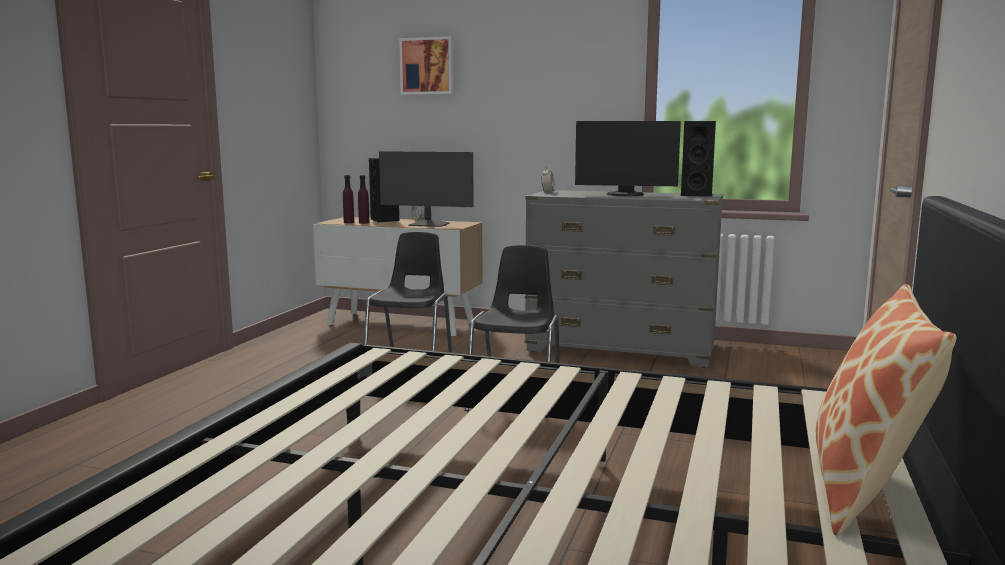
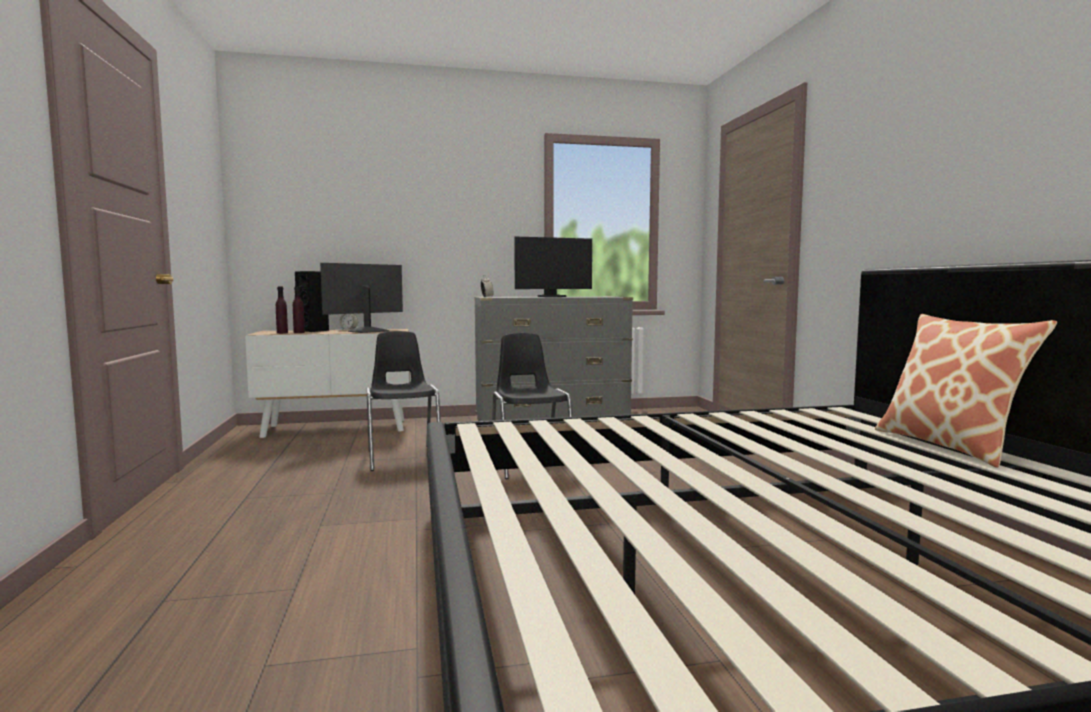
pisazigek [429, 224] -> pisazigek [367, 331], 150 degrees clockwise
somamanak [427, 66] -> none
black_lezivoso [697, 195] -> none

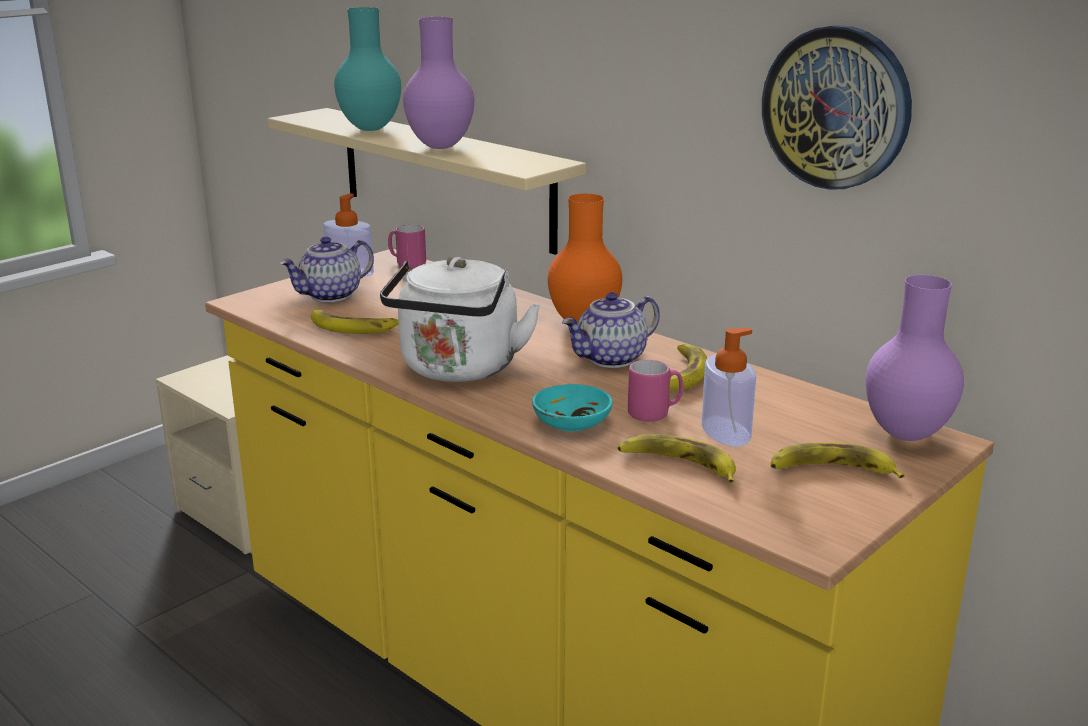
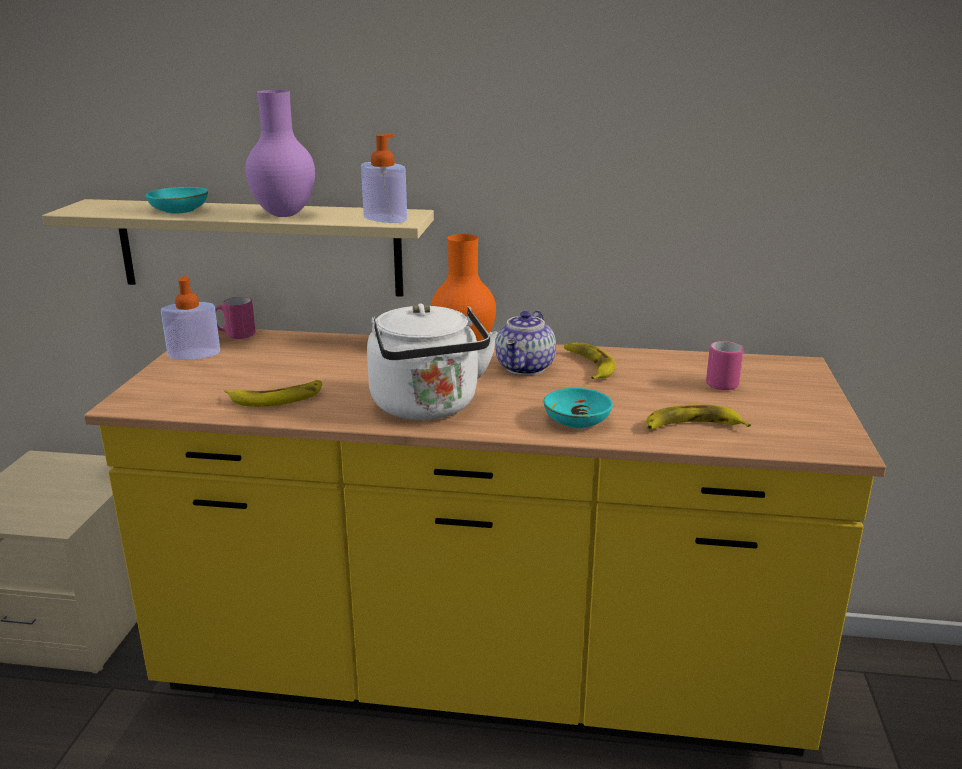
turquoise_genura [369, 129] -> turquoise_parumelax [179, 210]
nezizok [725, 431] -> nezizok [385, 218], move
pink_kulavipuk [655, 413] -> pink_kulavipuk [725, 383], move
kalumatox [331, 296] -> none
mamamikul [836, 108] -> none
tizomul [831, 470] -> none
purple_genura [905, 434] -> none

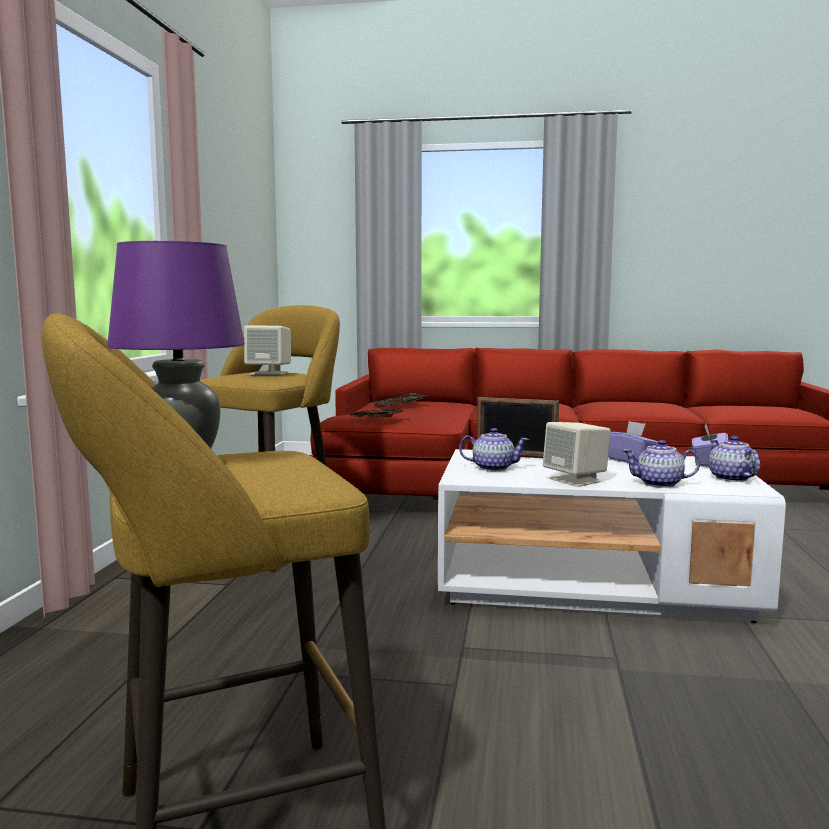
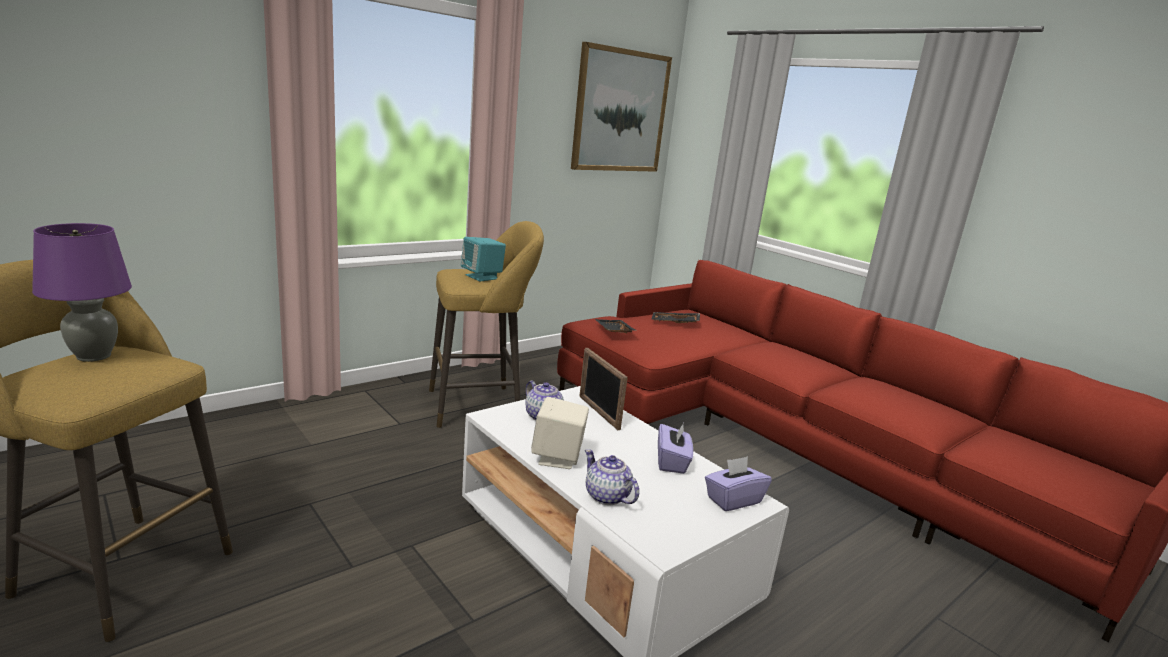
beige_lezivoso [269, 373] -> turquoise_lezivoso [482, 277]
none -> somamanak [620, 111]
kalumatox [731, 478] -> none

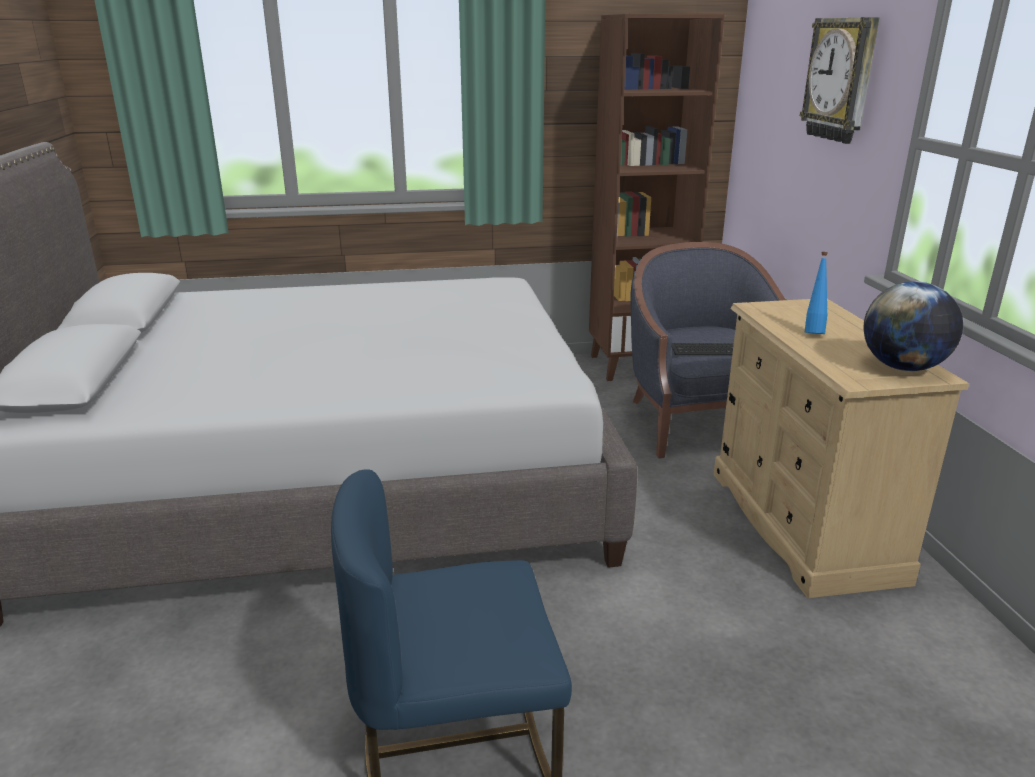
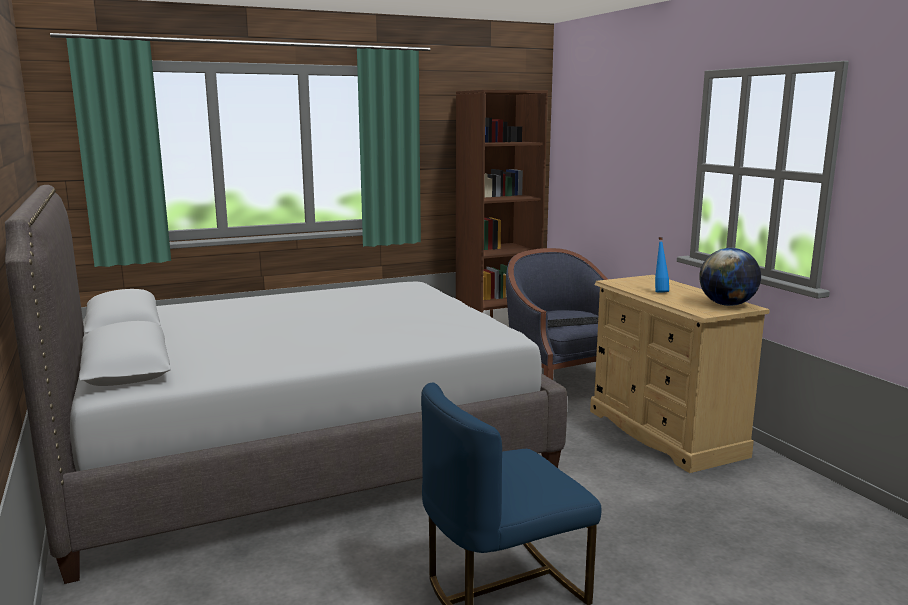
mamamikul [841, 80] -> none

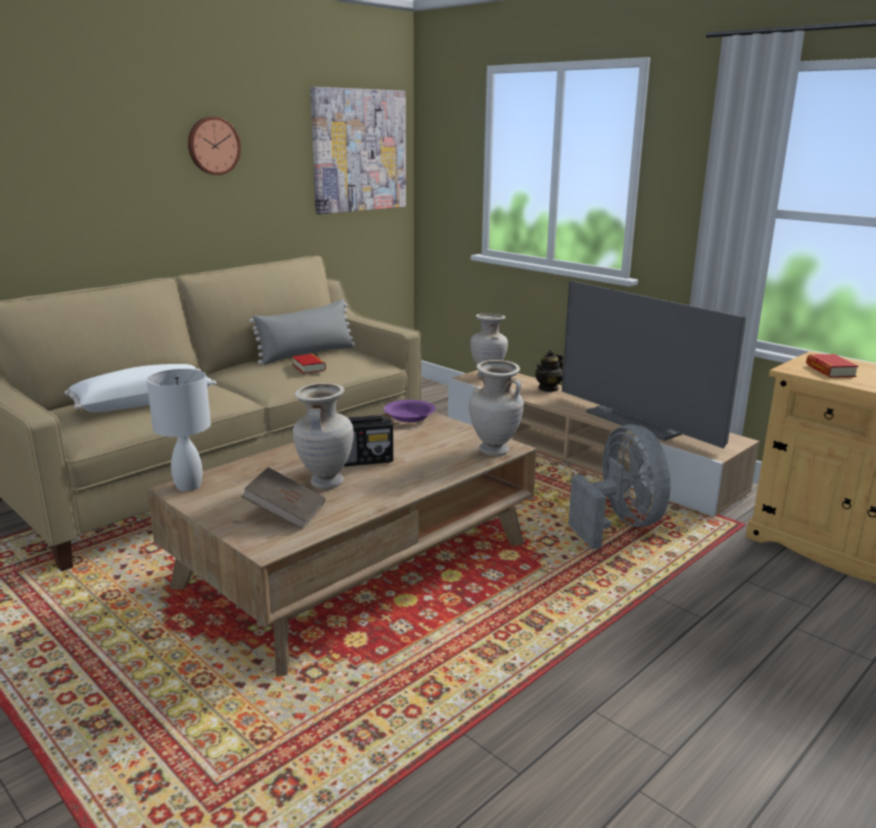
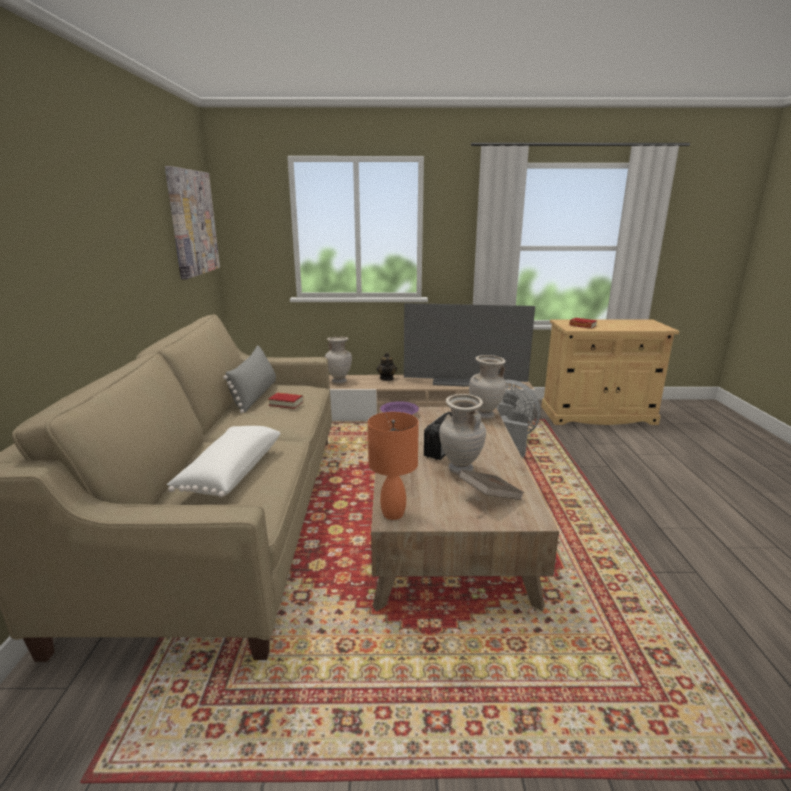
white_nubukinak [189, 486] -> orange_nubukinak [393, 513]
mamamikul [213, 146] -> none

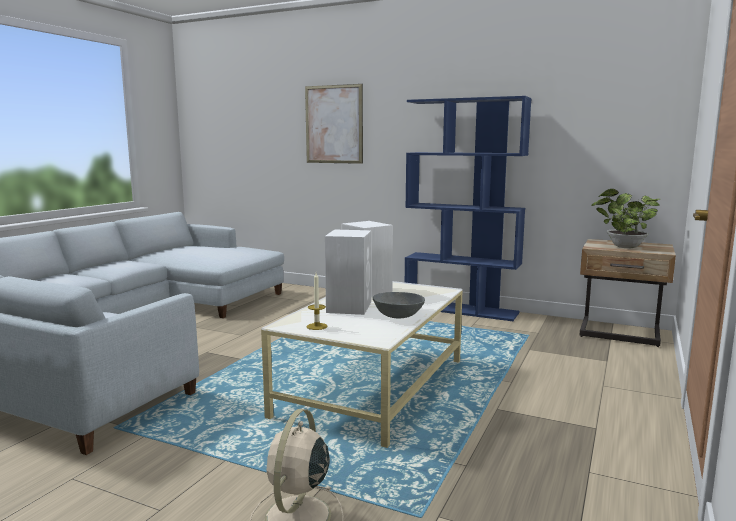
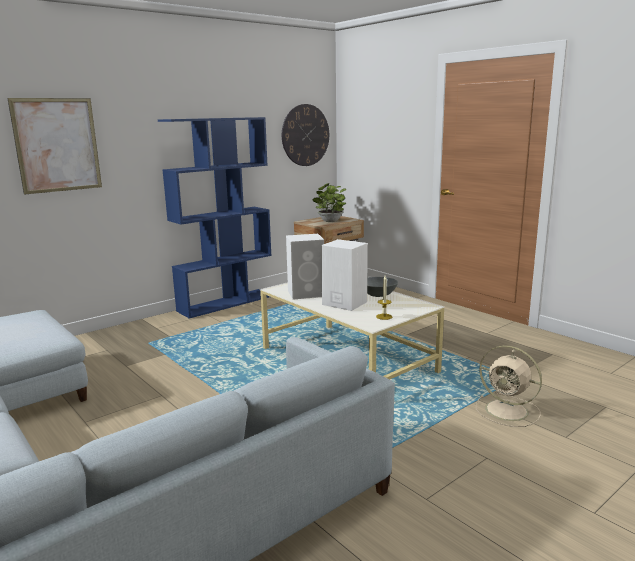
none -> mamamikul [305, 135]

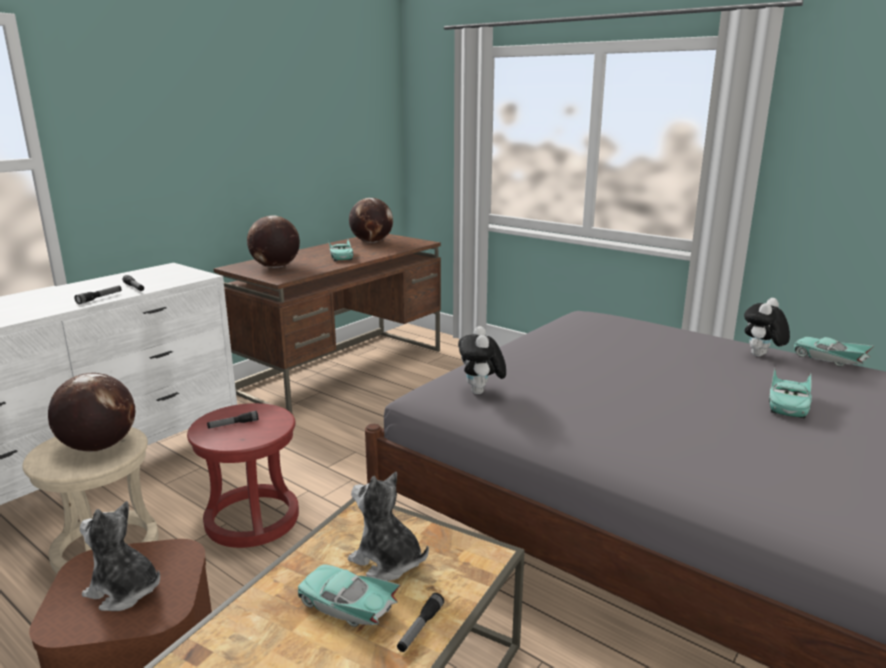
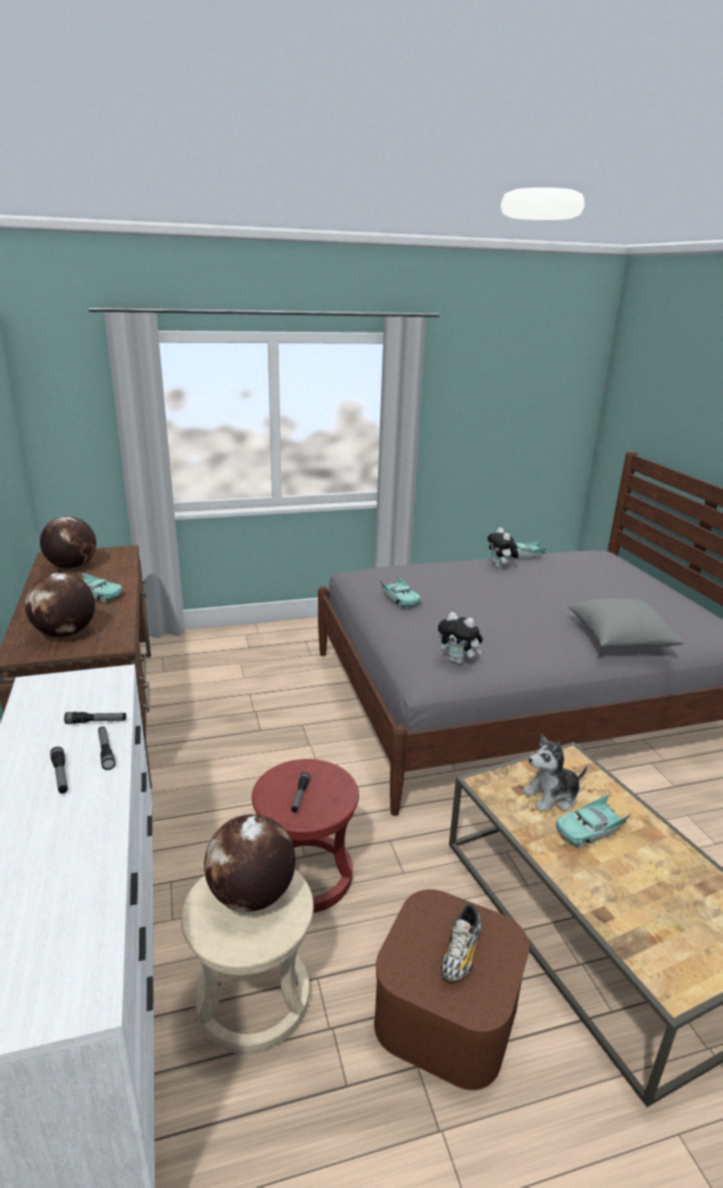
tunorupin [420, 628] -> tunorupin [60, 775], move
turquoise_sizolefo [788, 404] -> turquoise_sizolefo [400, 599], move
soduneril [124, 591] -> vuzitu [461, 953]
none -> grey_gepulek [619, 640]

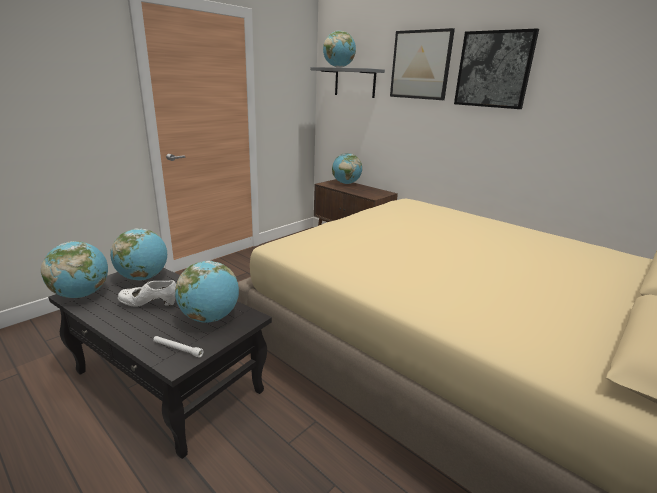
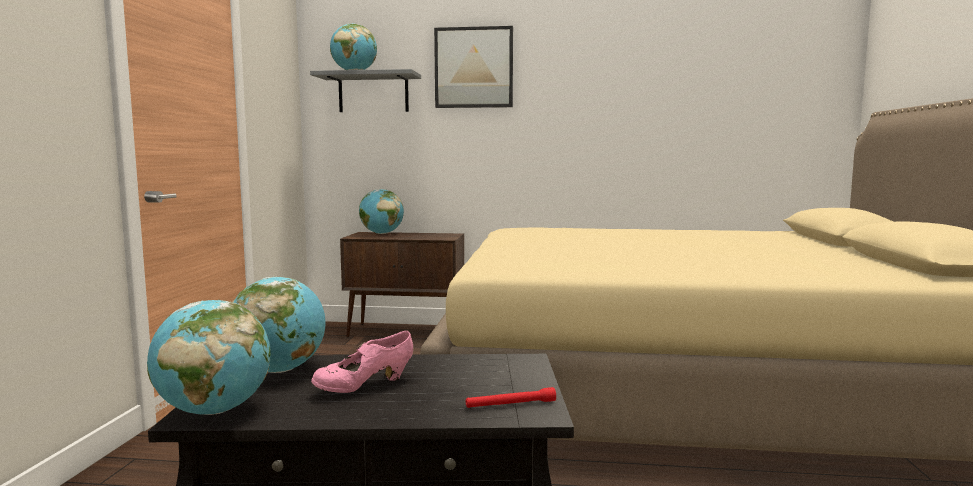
white_vuzitu [150, 304] -> pink_vuzitu [364, 387]
white_tunorupin [177, 349] -> red_tunorupin [510, 405]
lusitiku [210, 318] -> none
somamanak [494, 69] -> none

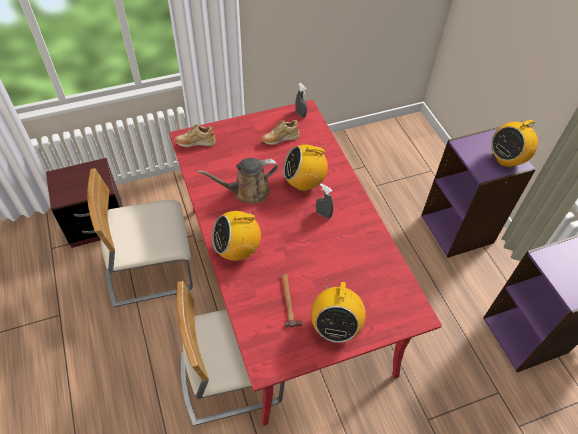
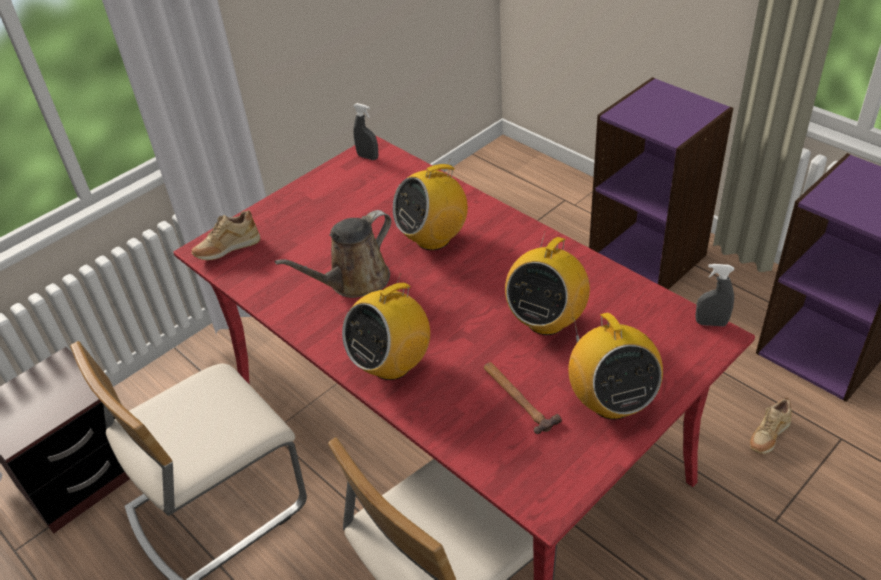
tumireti [506, 159] -> tumireti [546, 320], move
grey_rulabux [323, 214] -> grey_rulabux [711, 323], move
beige_vuzitu [280, 139] -> beige_vuzitu [767, 437], move

